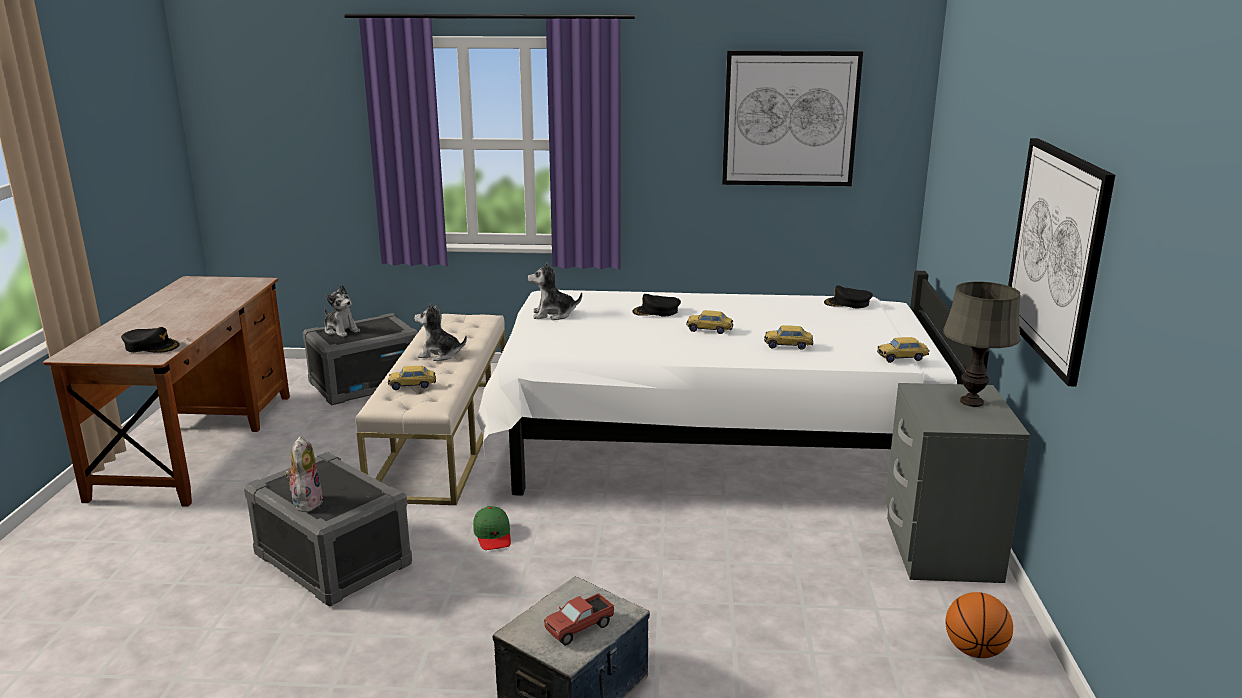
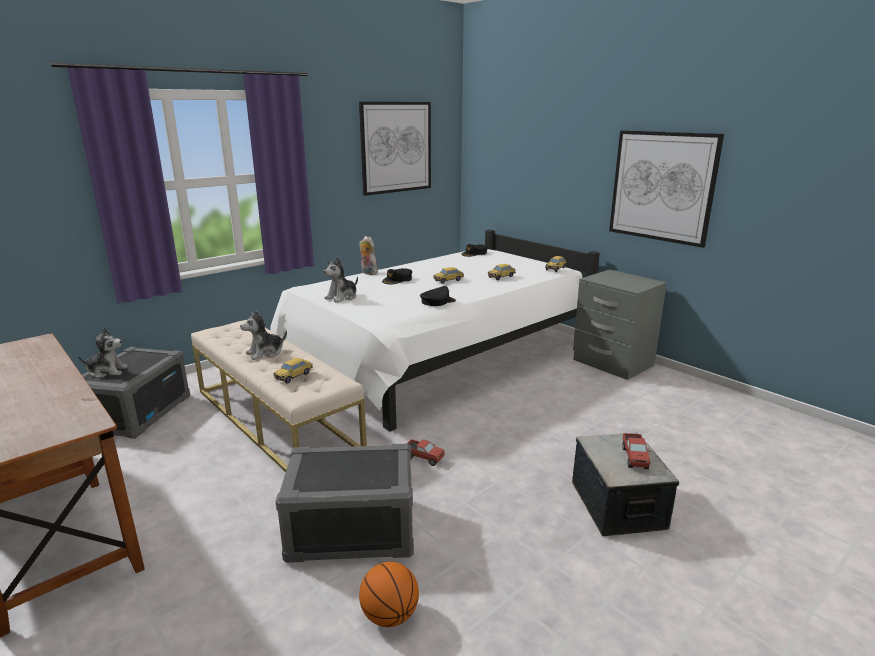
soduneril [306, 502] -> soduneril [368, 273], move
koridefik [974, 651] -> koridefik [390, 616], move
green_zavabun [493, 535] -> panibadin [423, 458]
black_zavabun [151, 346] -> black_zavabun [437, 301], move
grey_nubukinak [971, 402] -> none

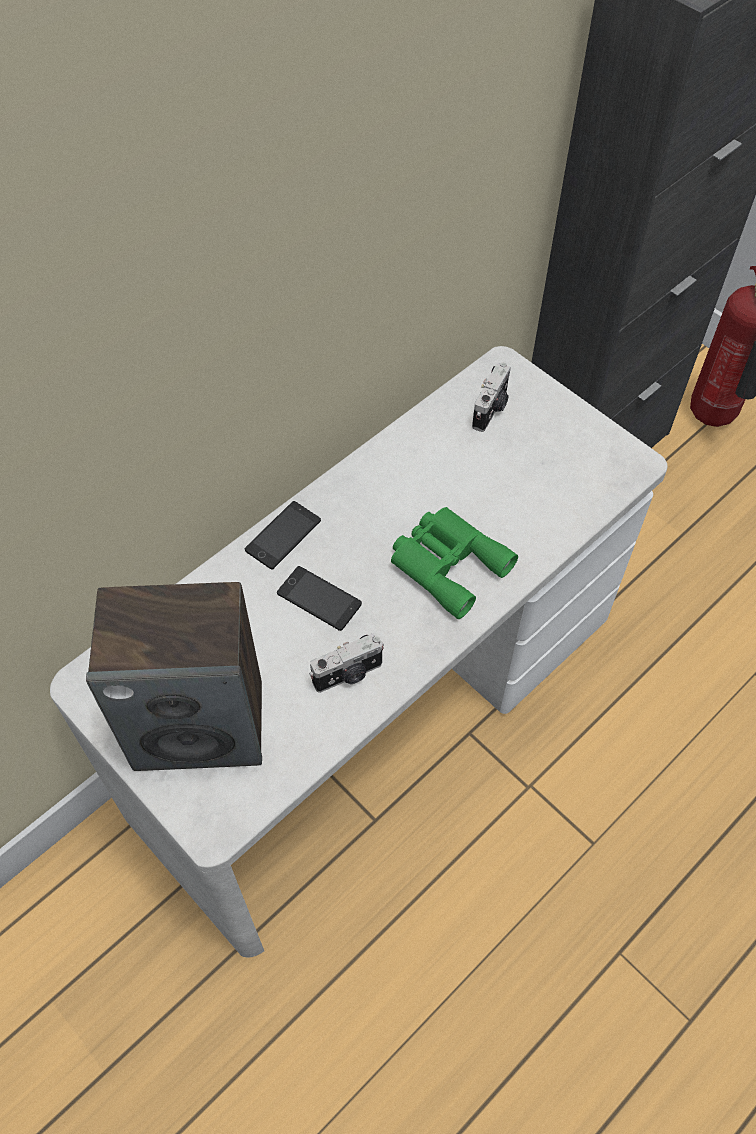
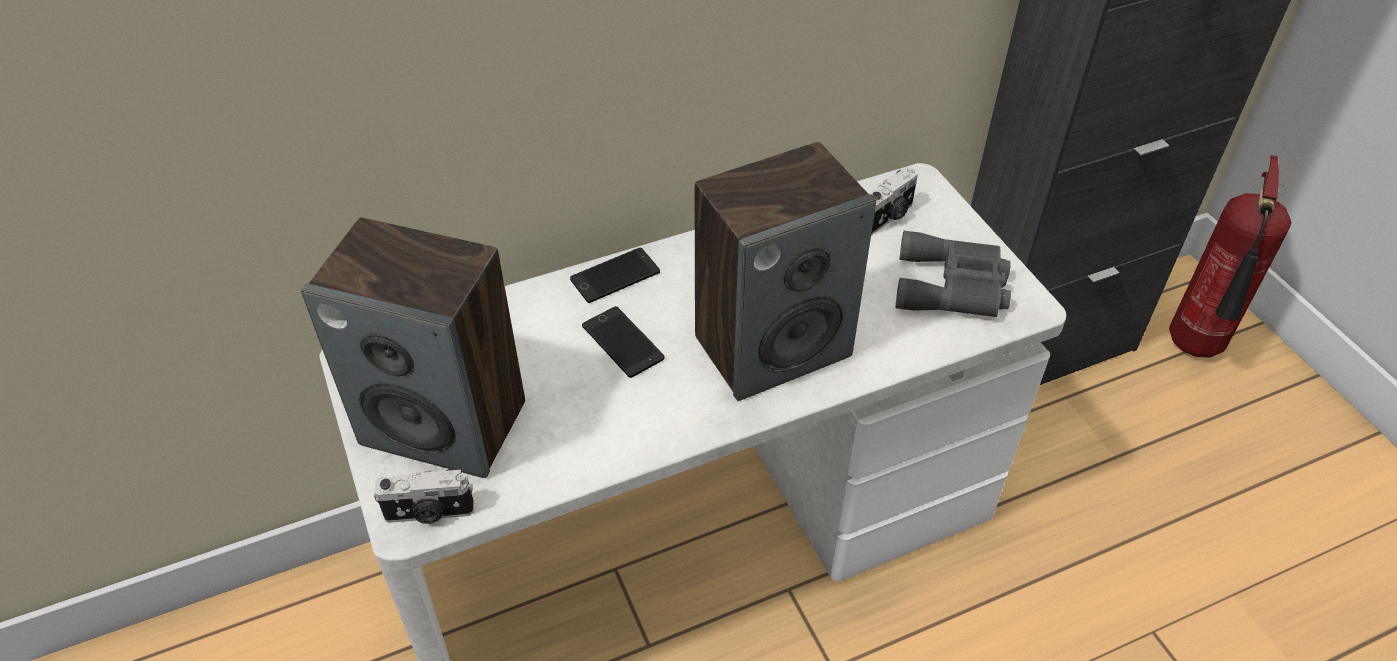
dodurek [348, 675] -> dodurek [429, 513], move
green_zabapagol [447, 563] -> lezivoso [773, 346]
none -> grey_zabapagol [954, 286]

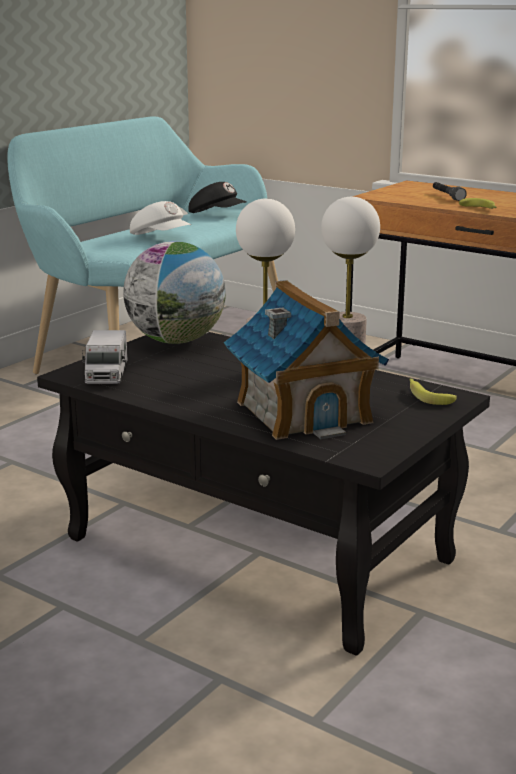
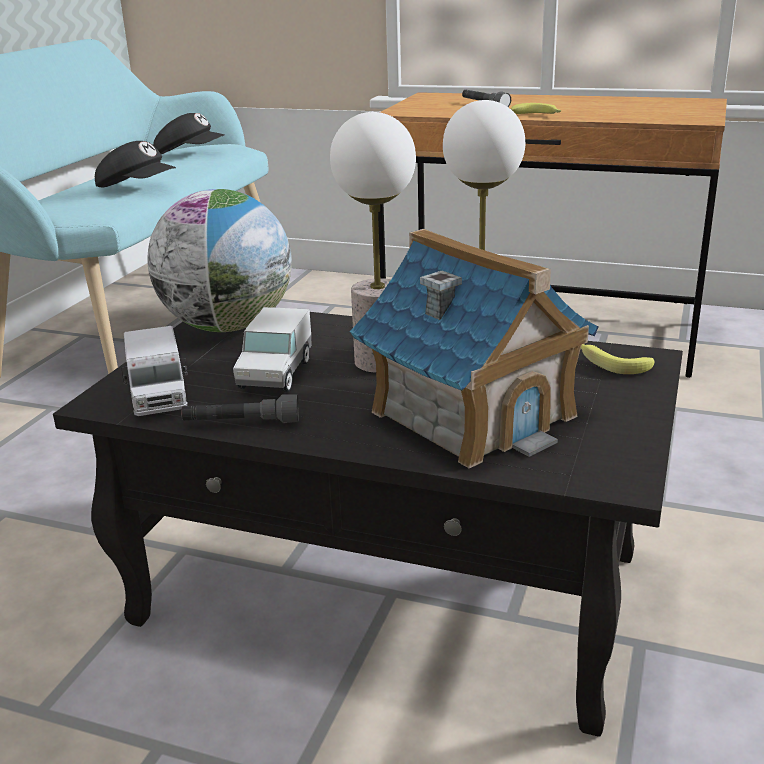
white_zavabun [161, 238] -> black_zavabun [137, 188]
none -> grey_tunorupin [241, 423]
none -> panibadin [276, 374]

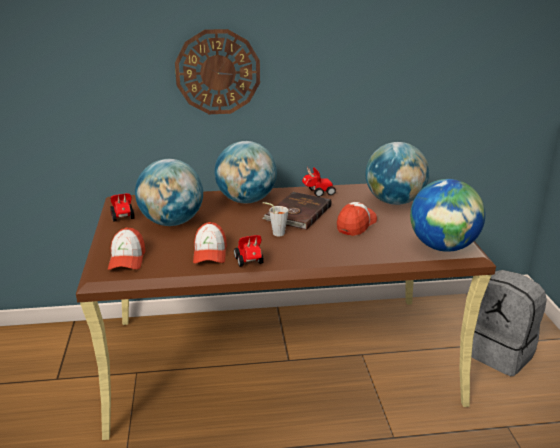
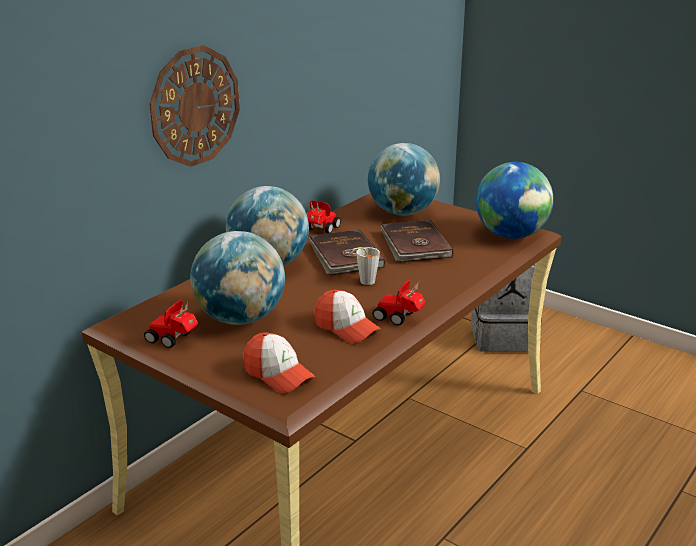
zavabun [356, 225] -> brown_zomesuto [414, 245]

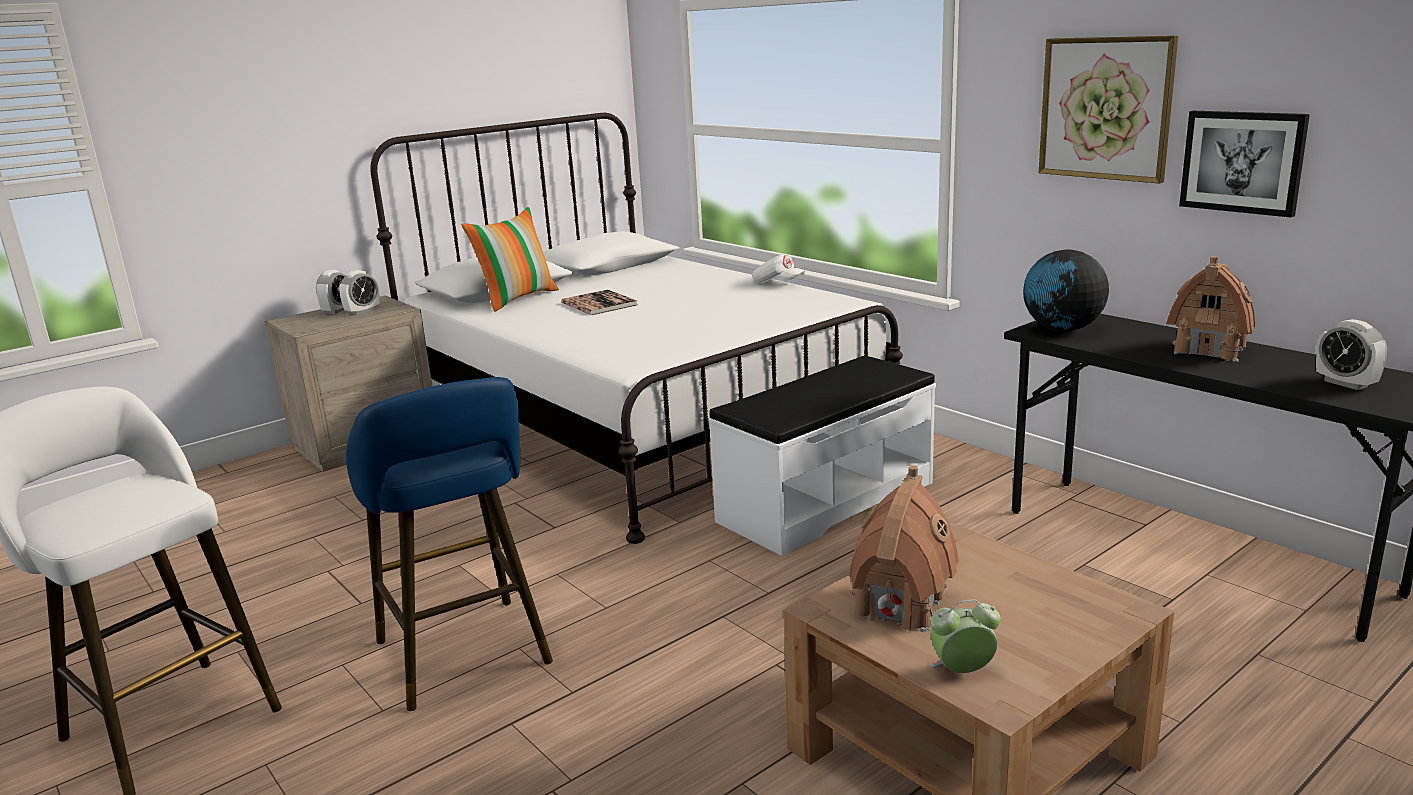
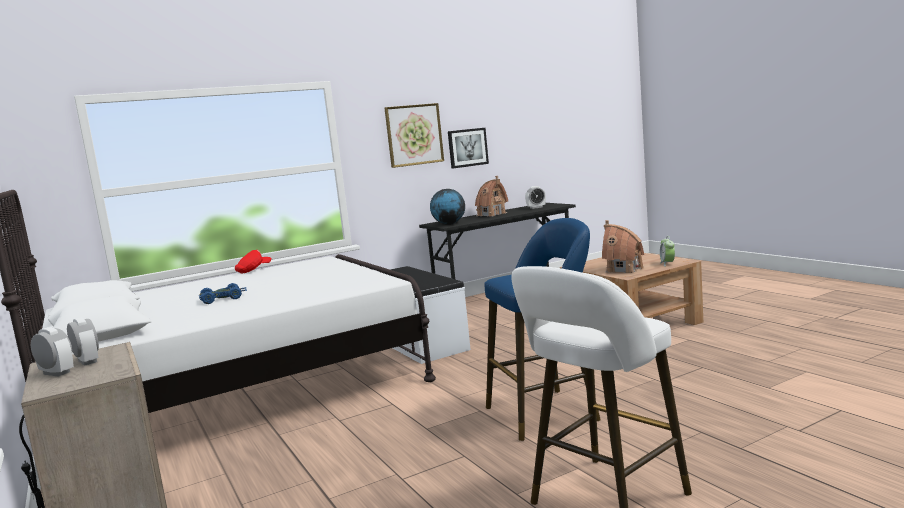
zomesuto [599, 304] -> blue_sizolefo [222, 299]
white_zavabun [778, 283] -> red_zavabun [253, 270]
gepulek [517, 299] -> none

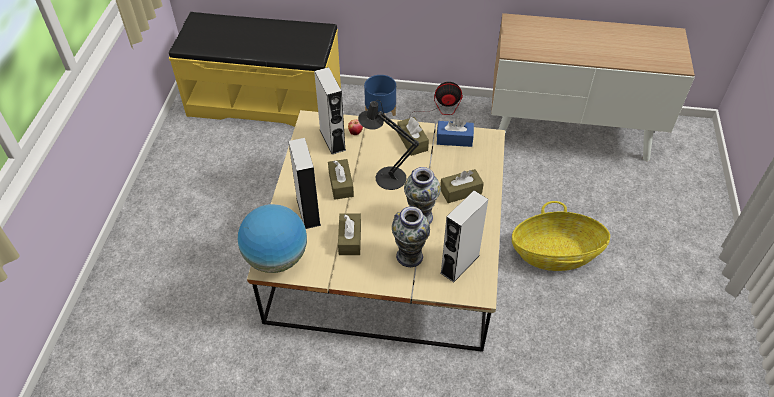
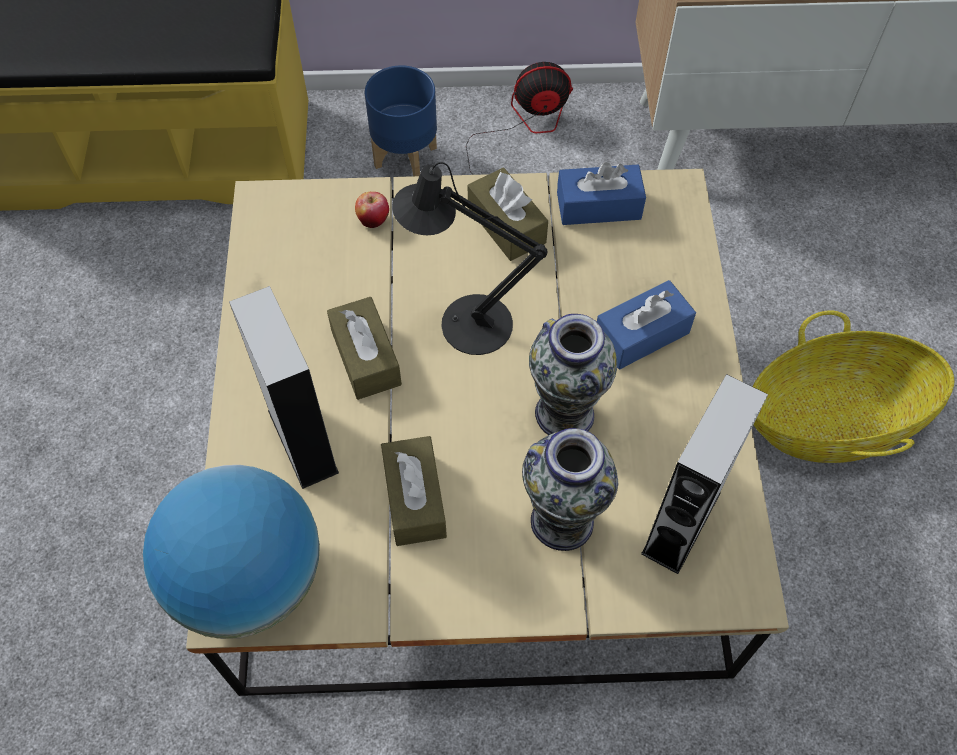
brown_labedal [461, 191] -> blue_labedal [641, 334]
grey_lezivoso [332, 140] -> none

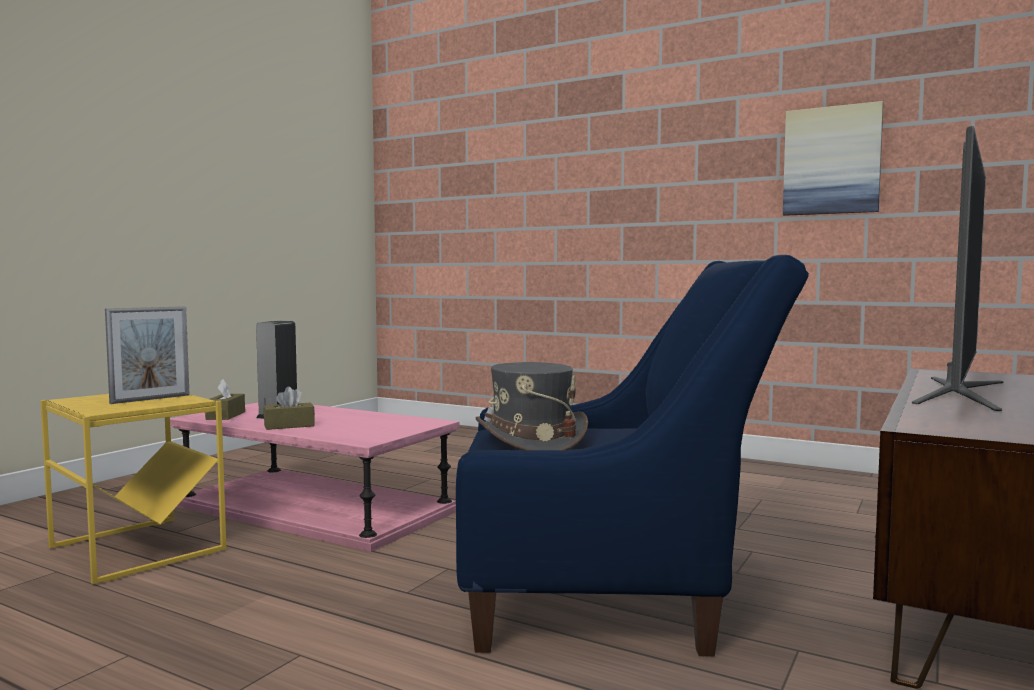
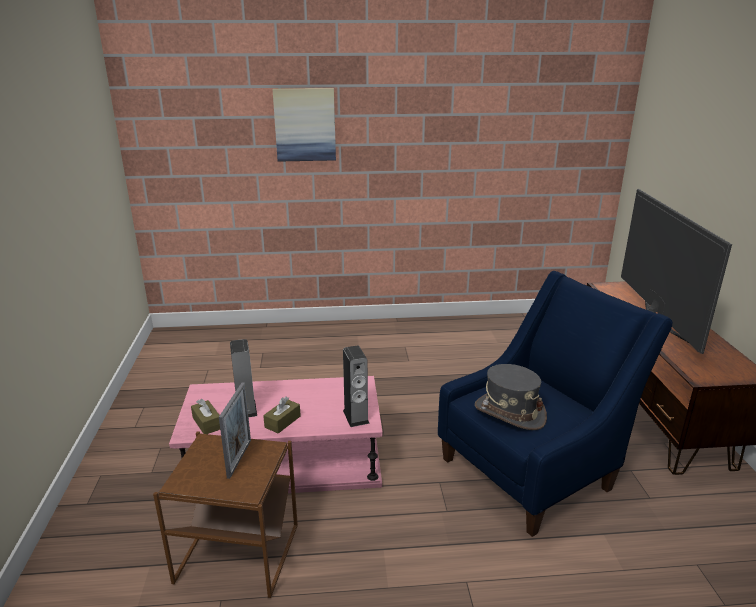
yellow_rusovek [138, 549] -> brown_rusovek [237, 553]
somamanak [831, 161] -> somamanak [305, 125], move
none -> lezivoso [356, 417]

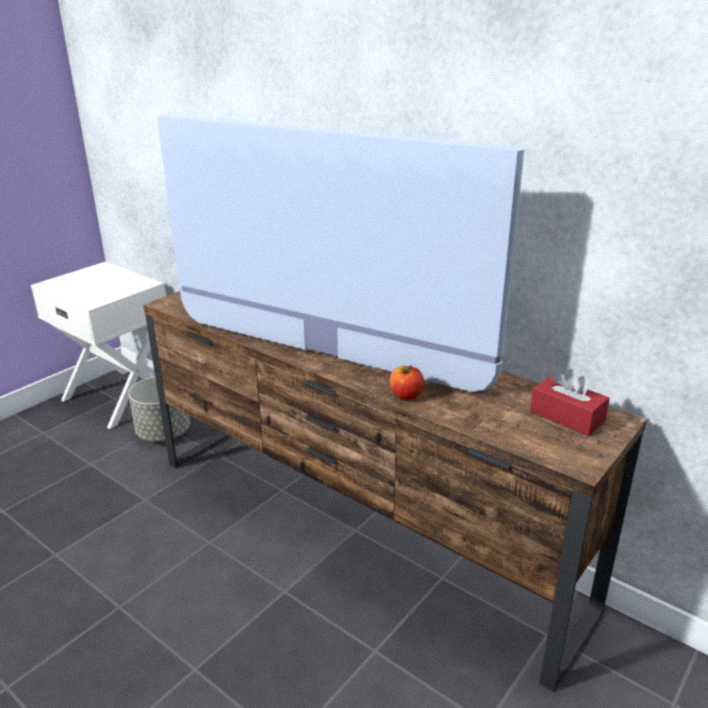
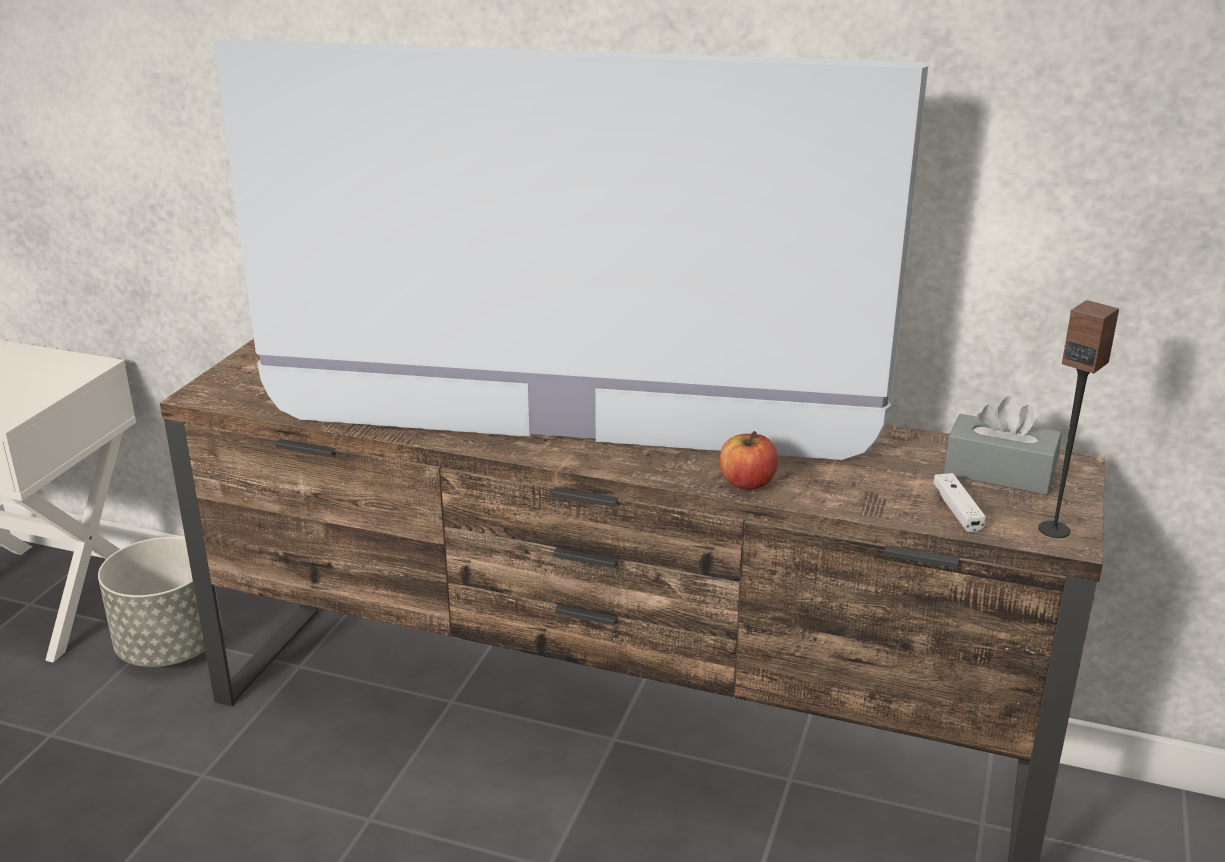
none -> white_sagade [957, 510]
red_labedal [567, 416] -> grey_labedal [999, 472]
none -> lezivoso [1054, 529]

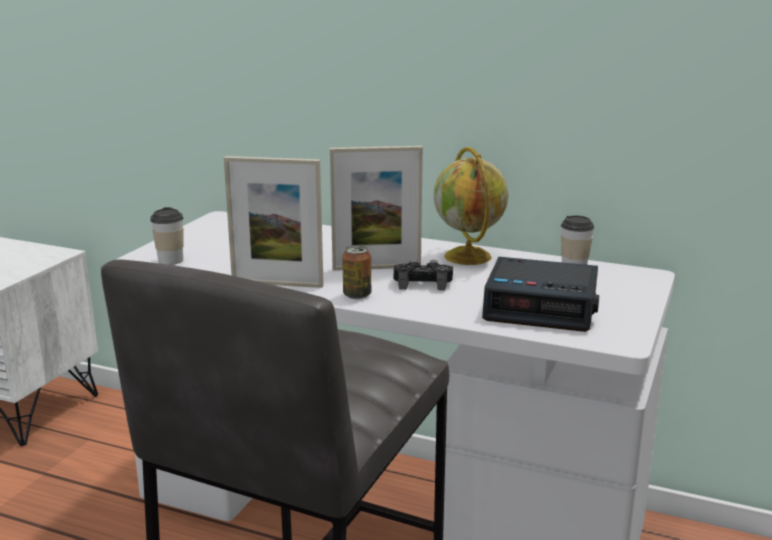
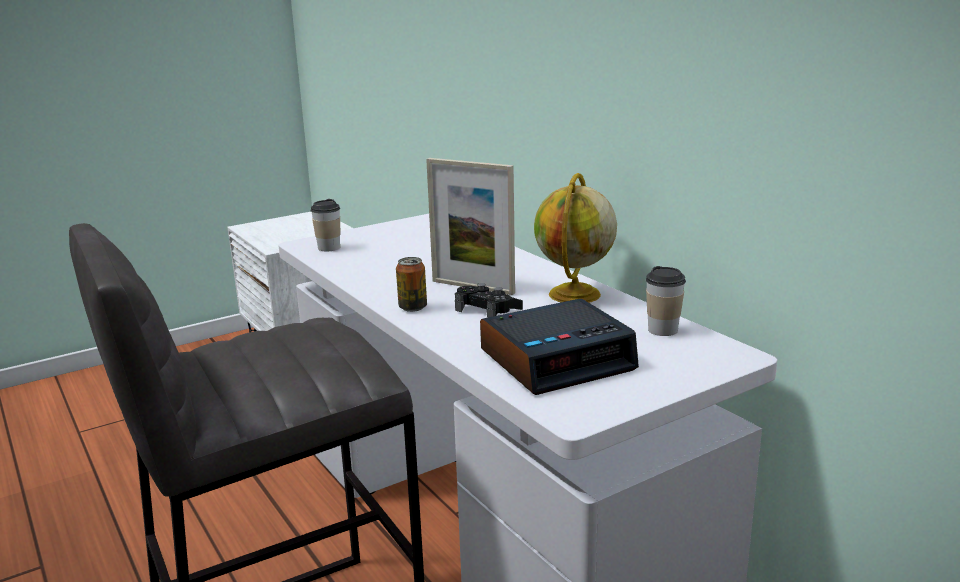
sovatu [542, 307] -> sovatu [557, 359], 75 degrees counterclockwise
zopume [277, 284] -> none

